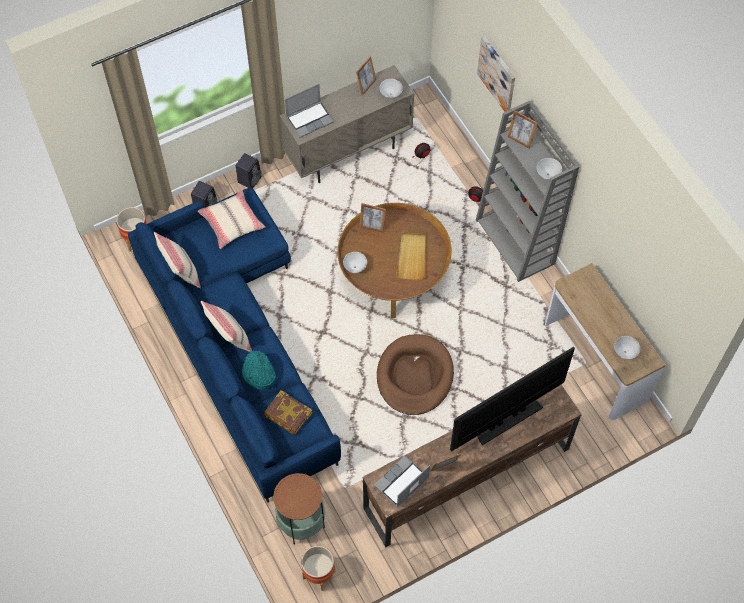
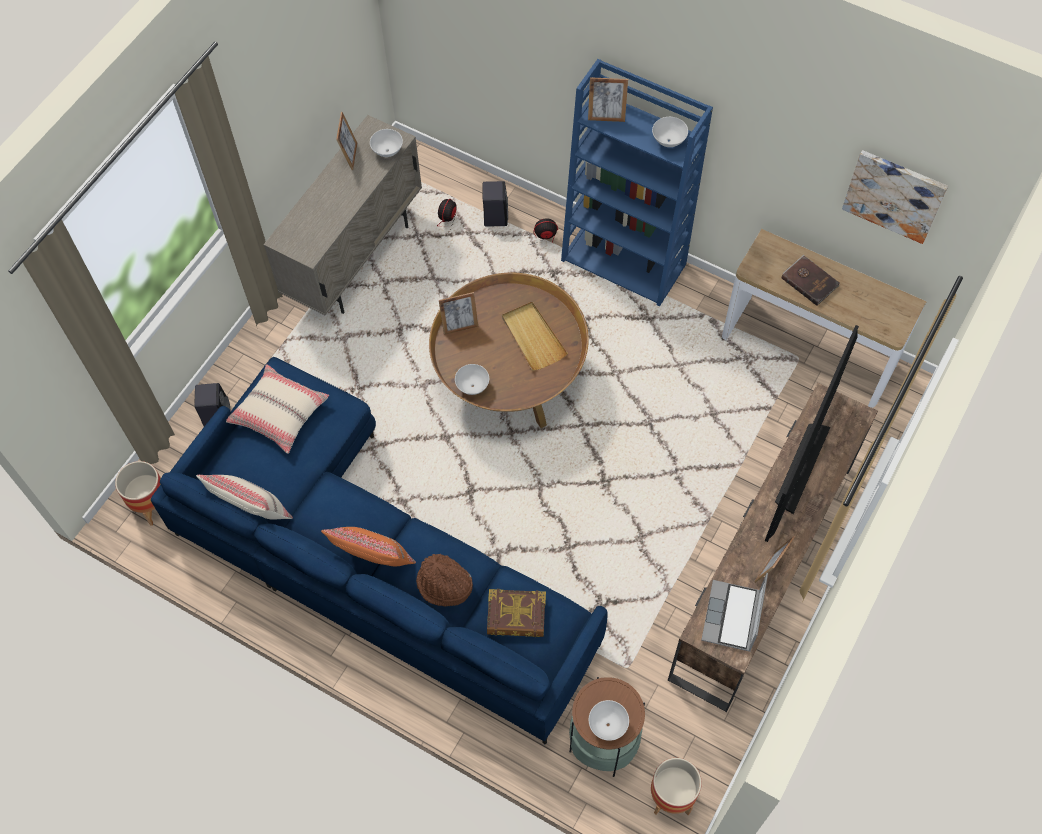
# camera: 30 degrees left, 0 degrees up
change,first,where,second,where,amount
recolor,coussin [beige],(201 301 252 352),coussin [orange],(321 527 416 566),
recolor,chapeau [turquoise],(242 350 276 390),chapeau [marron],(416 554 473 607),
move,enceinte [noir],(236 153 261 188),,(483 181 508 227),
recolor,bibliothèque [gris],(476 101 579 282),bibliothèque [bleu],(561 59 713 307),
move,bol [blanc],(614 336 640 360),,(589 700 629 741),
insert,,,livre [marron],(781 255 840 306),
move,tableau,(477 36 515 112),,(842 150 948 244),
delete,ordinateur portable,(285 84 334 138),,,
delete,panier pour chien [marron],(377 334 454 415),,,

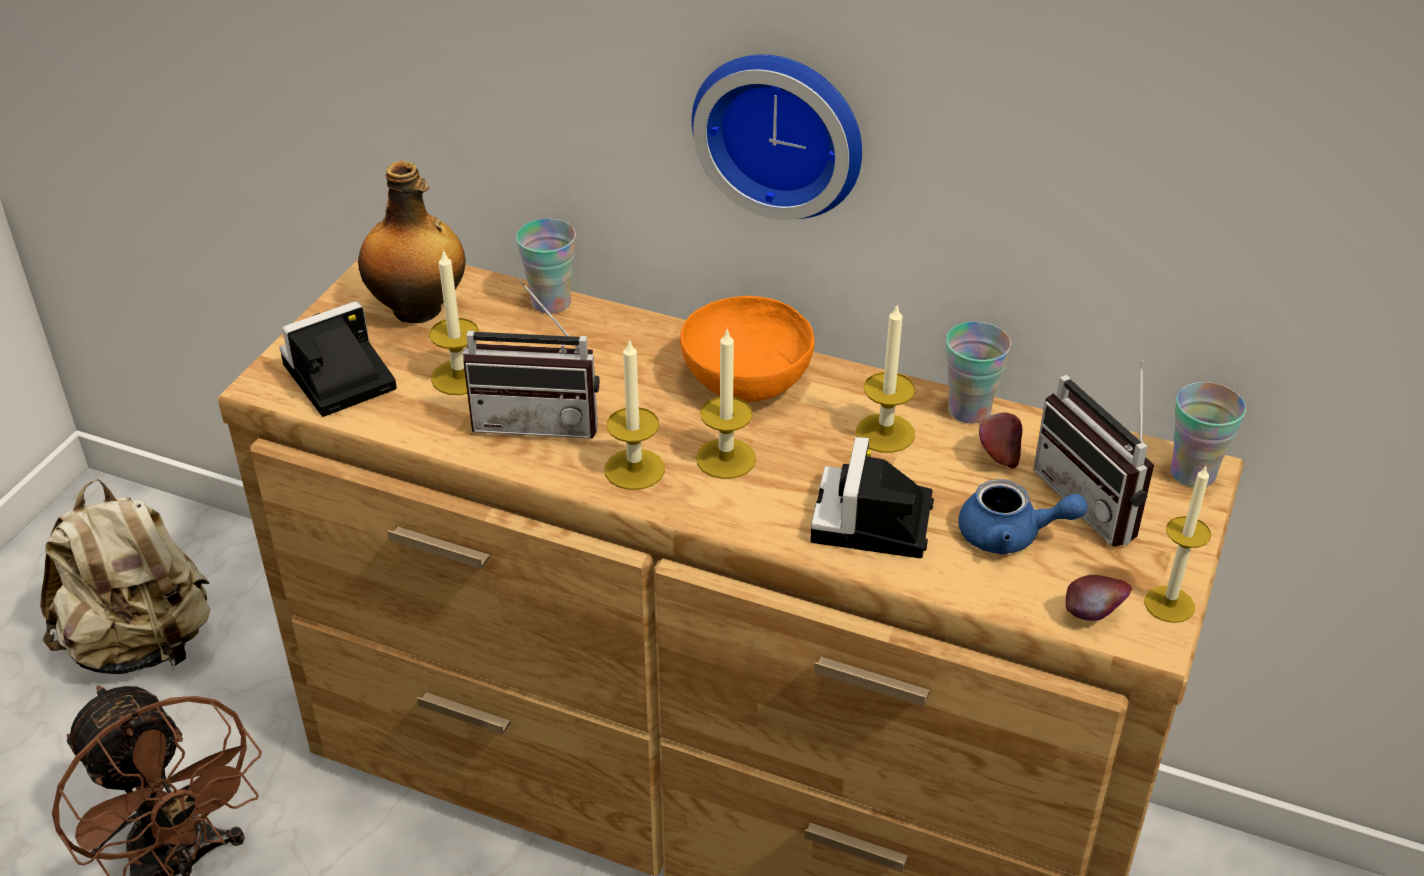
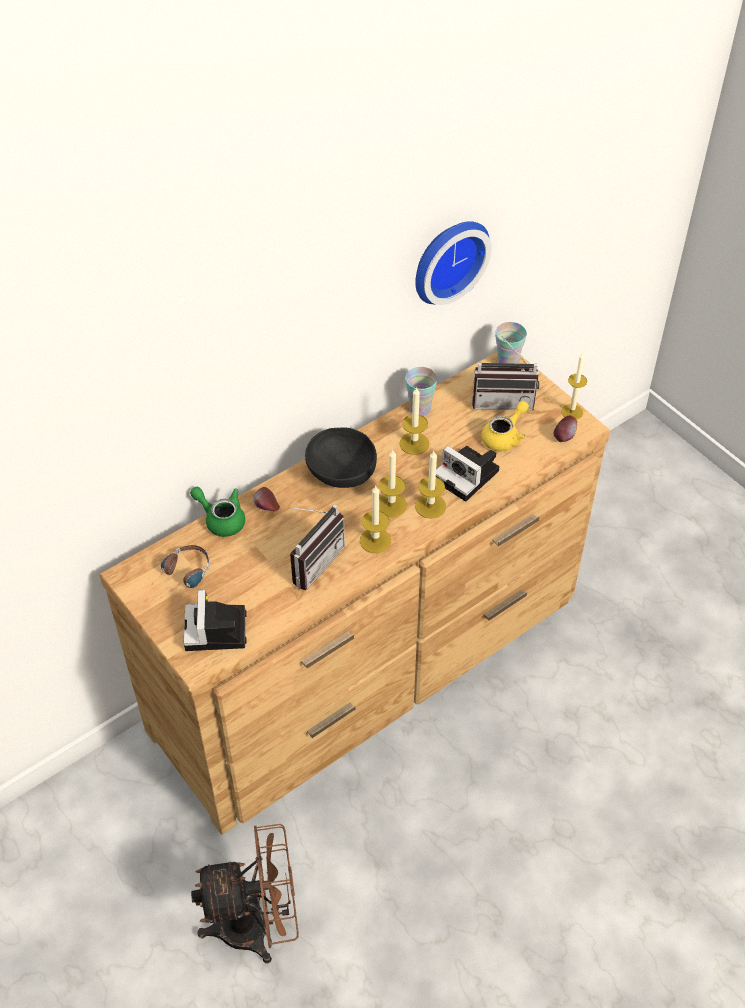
# camera: 60 degrees left, 10 degrees up
change,first,where,second,where,amount
replace,bouteille,(358 161 465 323),casque audio,(153 545 210 588),
replace,tasse,(516 219 576 314),théière [vert],(190 487 245 537),
move,pomme,(979 412 1022 469),,(253 487 280 511),
recolor,bol [orange],(680 296 815 402),bol [noir],(305 428 377 488),
move,horloge murale,(692 55 862 220),,(415 221 492 305),
move,bougie,(429 249 479 395),,(415 451 446 519),
recolor,théière [bleu],(958 479 1088 555),théière [jaune],(481 401 529 451),
delete,sac à dos [beige],(40 478 210 674),,,

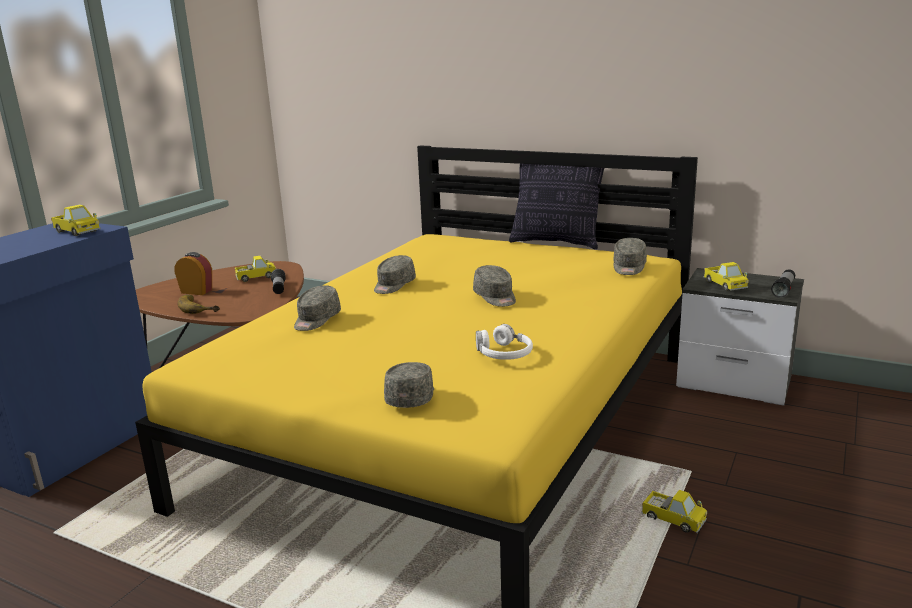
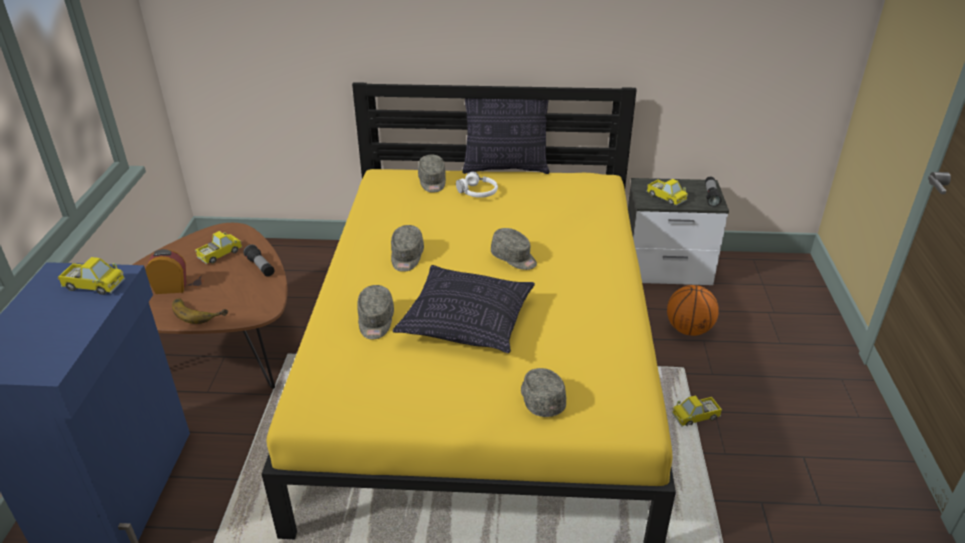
# camera: 25 degrees left, 15 degrees up
change,first,where,second,where,amount
insert,,,coussin,(393 265 535 353),
move,casquette [gris],(614 238 647 275),,(418 155 446 193),
move,casque audio [blanc],(476 324 533 360),,(456 171 498 198),
insert,,,ballon de basket,(667 285 719 336),
rotate,camion jouet,(641 490 707 533),,(672 395 722 427),150 degrees clockwise

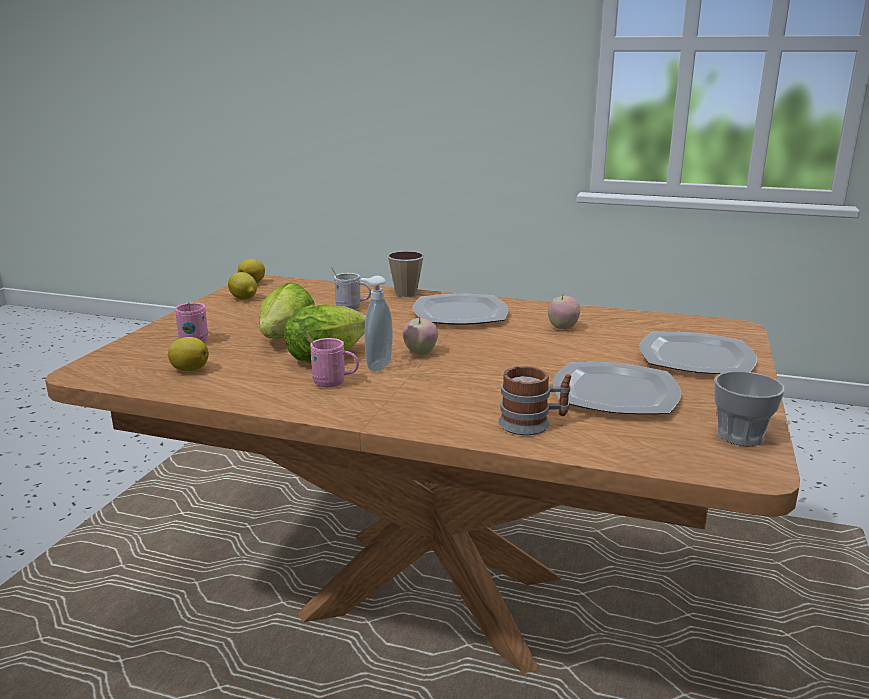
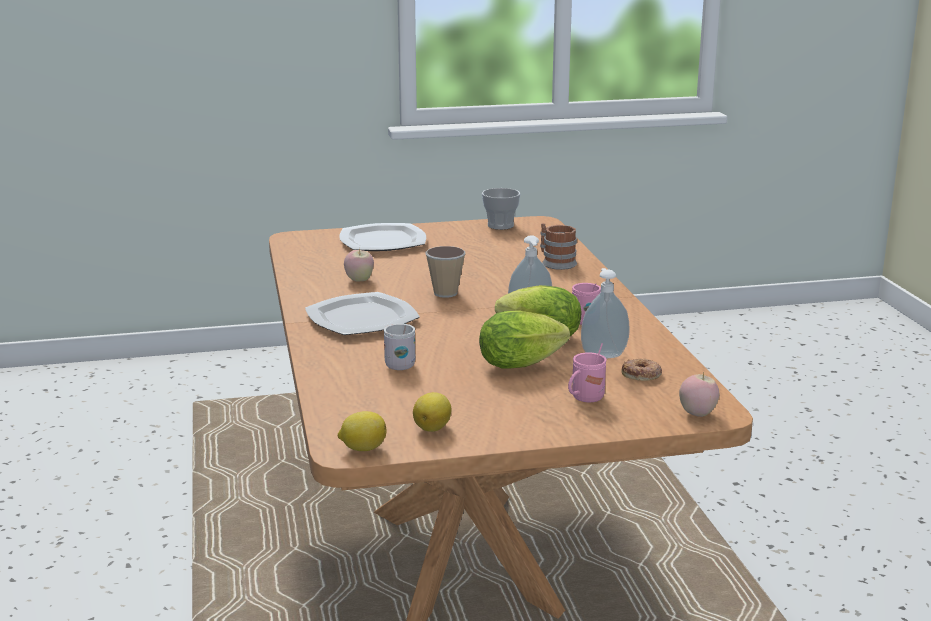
# camera: 120 degrees left, 0 degrees up
change,first,where,second,where,amount
move,tasse,(388 251 424 297),,(426 246 465 298),
insert,,,distributeur de savon,(581 268 630 359),
replace,citron,(168 337 209 372),beignet,(622 358 662 381),
move,pomme,(403 315 438 355),,(679 372 719 417),
delete,assiette,(553 362 681 414),,,

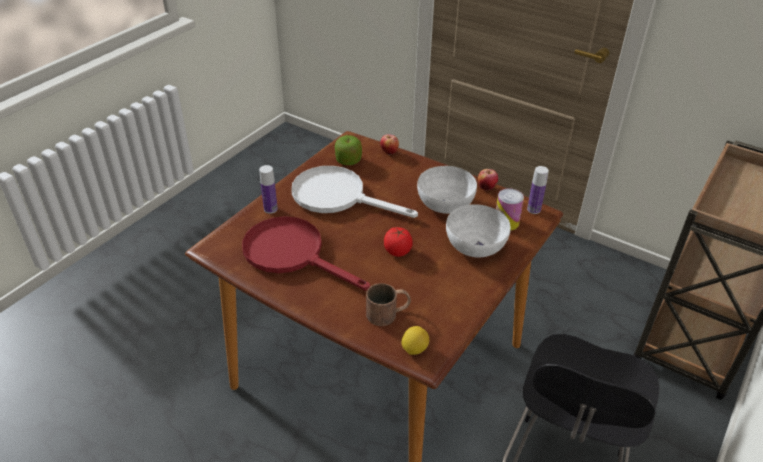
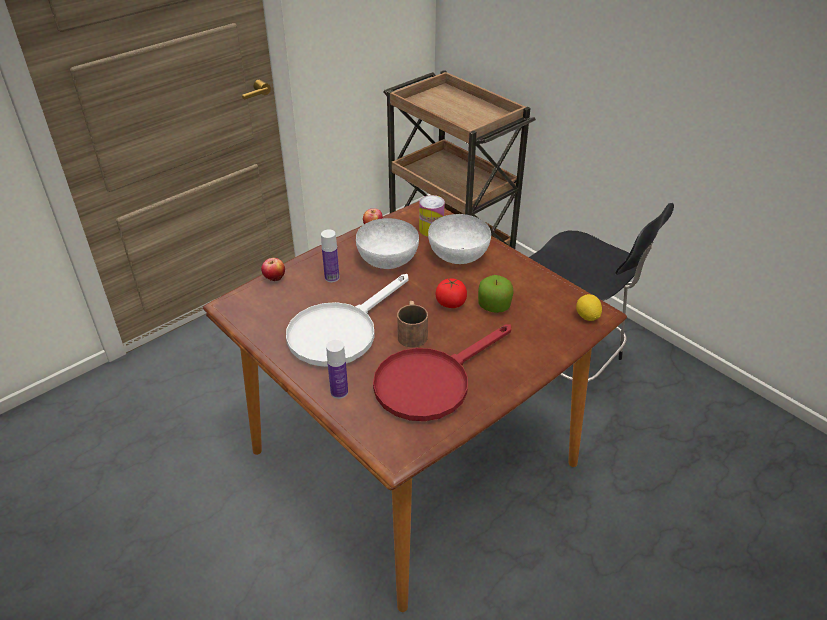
# camera: 75 degrees left, 0 degrees up
change,first,where,second,where,amount
move,bouteille,(527 166 549 214),,(321 229 340 282),
move,mug [marron],(366 283 411 326),,(397 301 428 348),
move,pomme,(335 135 362 165),,(478 275 513 313),

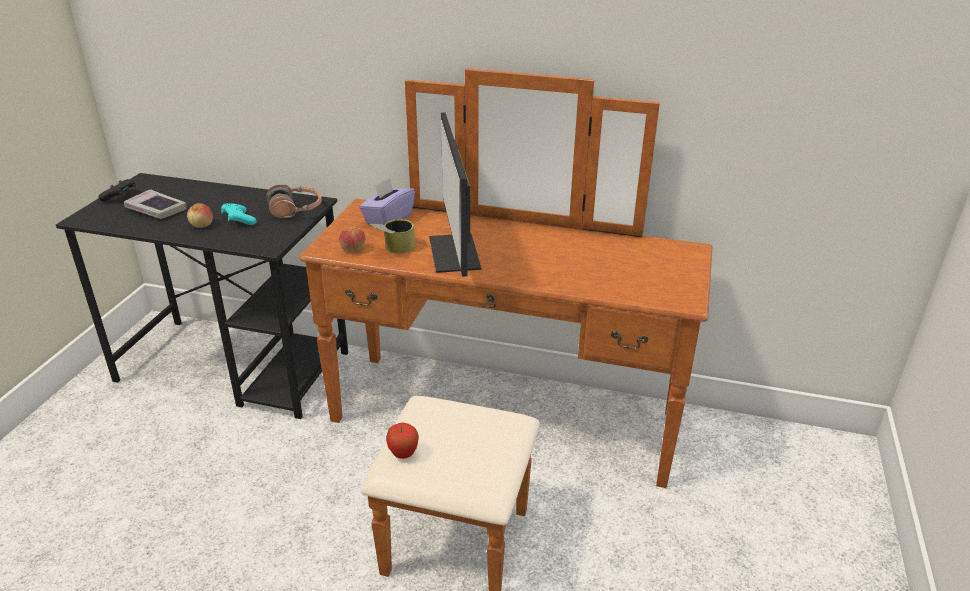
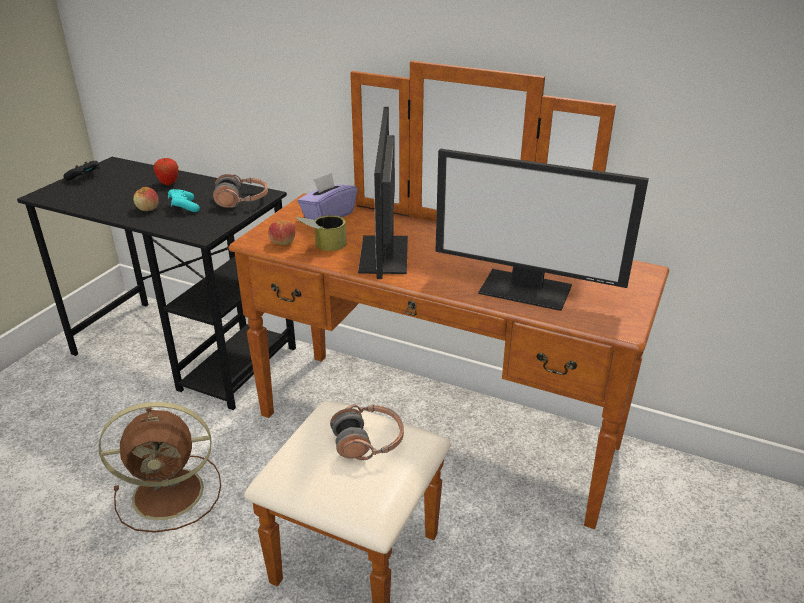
# camera: 10 degrees right, 0 degrees up
change,first,where,second,where,amount
insert,,,ventilateur [marron],(99 402 221 533),
move,pomme,(386 423 419 459),,(153 158 178 186),
insert,,,casque audio,(330 404 404 460),
insert,,,écran d'ordinateur,(435 149 649 311),
delete,livre,(124 189 187 219),,,

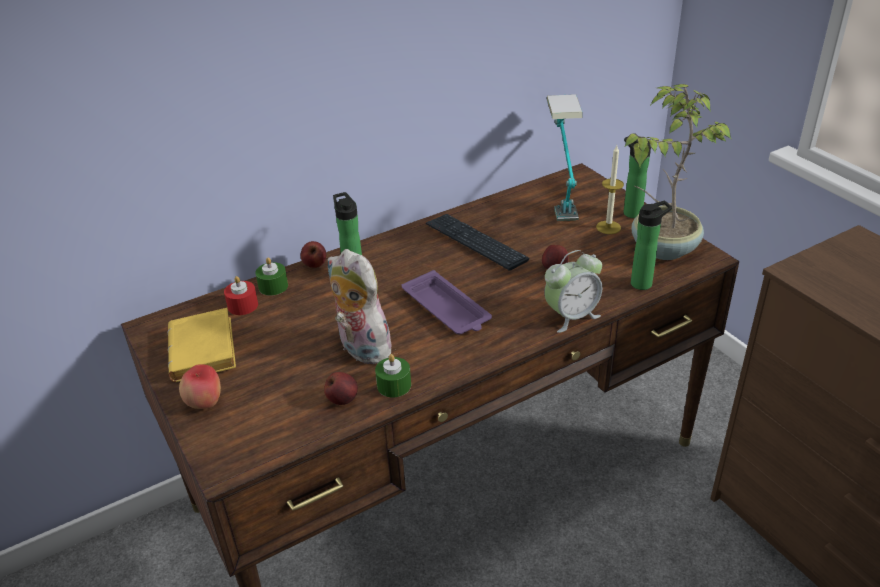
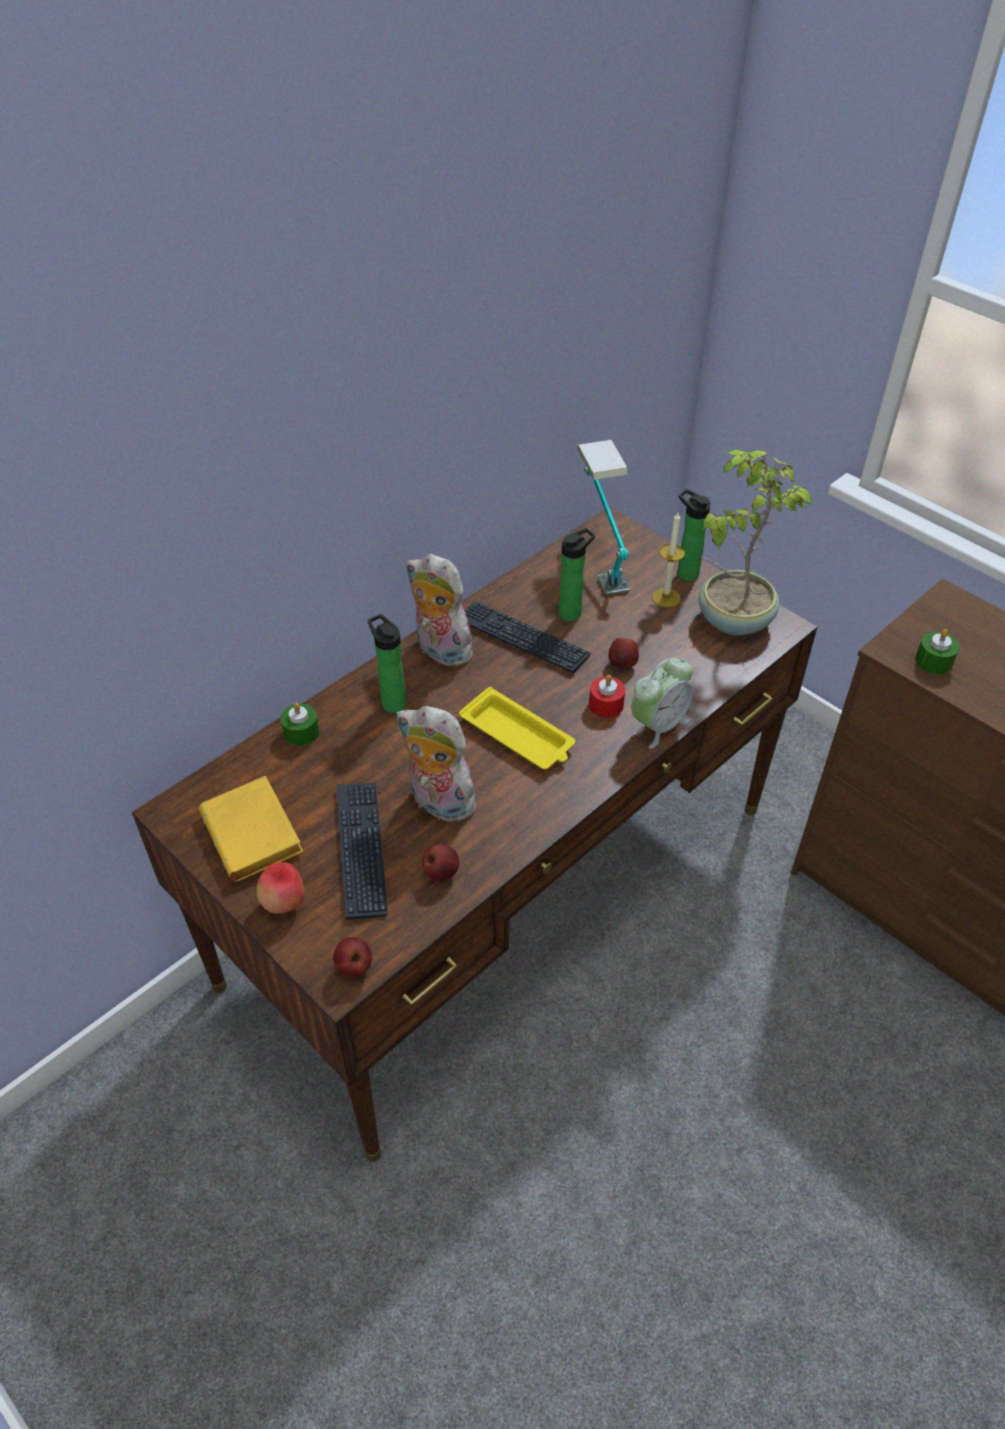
# camera: 15 degrees left, 10 degrees up
change,first,where,second,where,amount
move,pomme,(301 241 326 268),,(333 937 372 976),
insert,,,clavier,(336 782 388 920),
insert,,,peluche,(406 554 478 666),
recolor,plateau [violet],(402 270 492 334),plateau [jaune],(459 687 575 769),
move,bouteille,(631 201 672 290),,(559 528 595 621),
move,bougie [rouge],(224 276 258 315),,(589 675 625 718),
move,bougie [vert],(375 354 411 397),,(915 629 959 674),

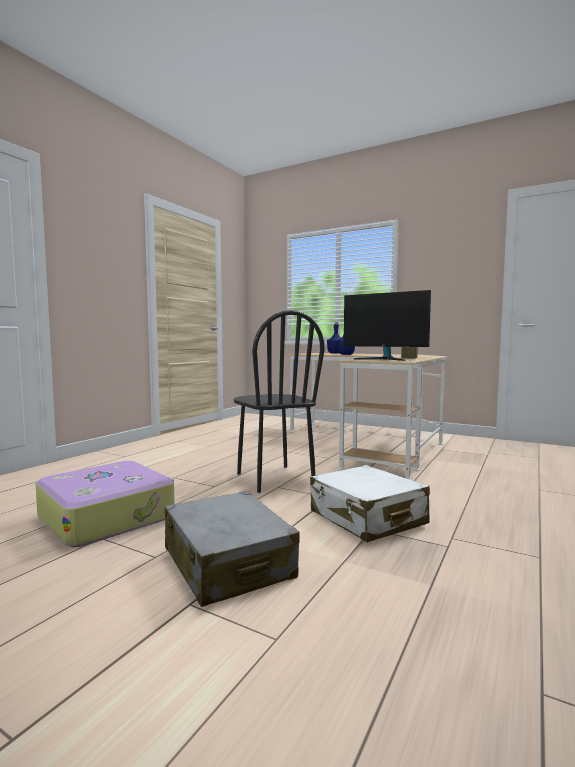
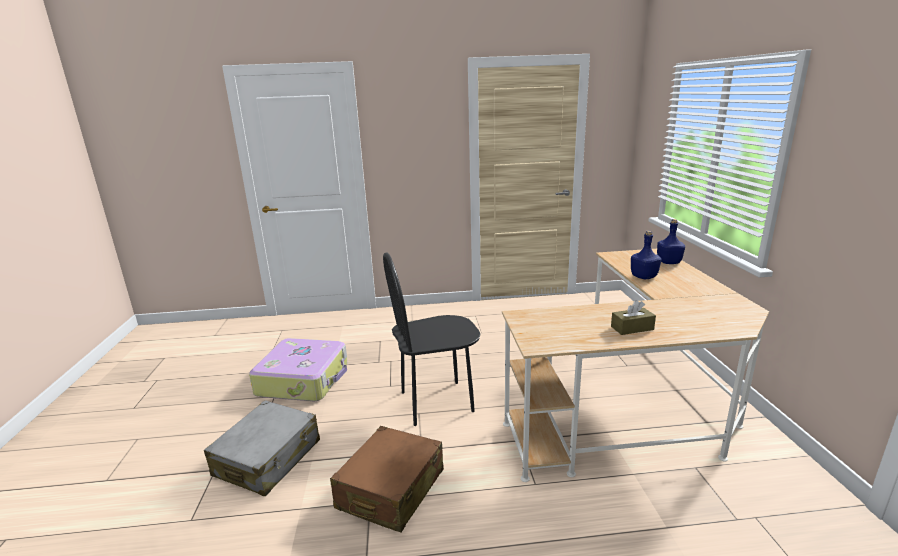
# camera: 55 degrees right, 15 degrees up
change,first,where,second,where,amount
recolor,valise [blanc],(310 465 430 542),valise [marron],(330 426 444 533),
rotate,chaise [noir],(233 310 324 493),,(383 252 480 426),45 degrees clockwise
delete,écran d'ordinateur,(343 290 431 361),,,

